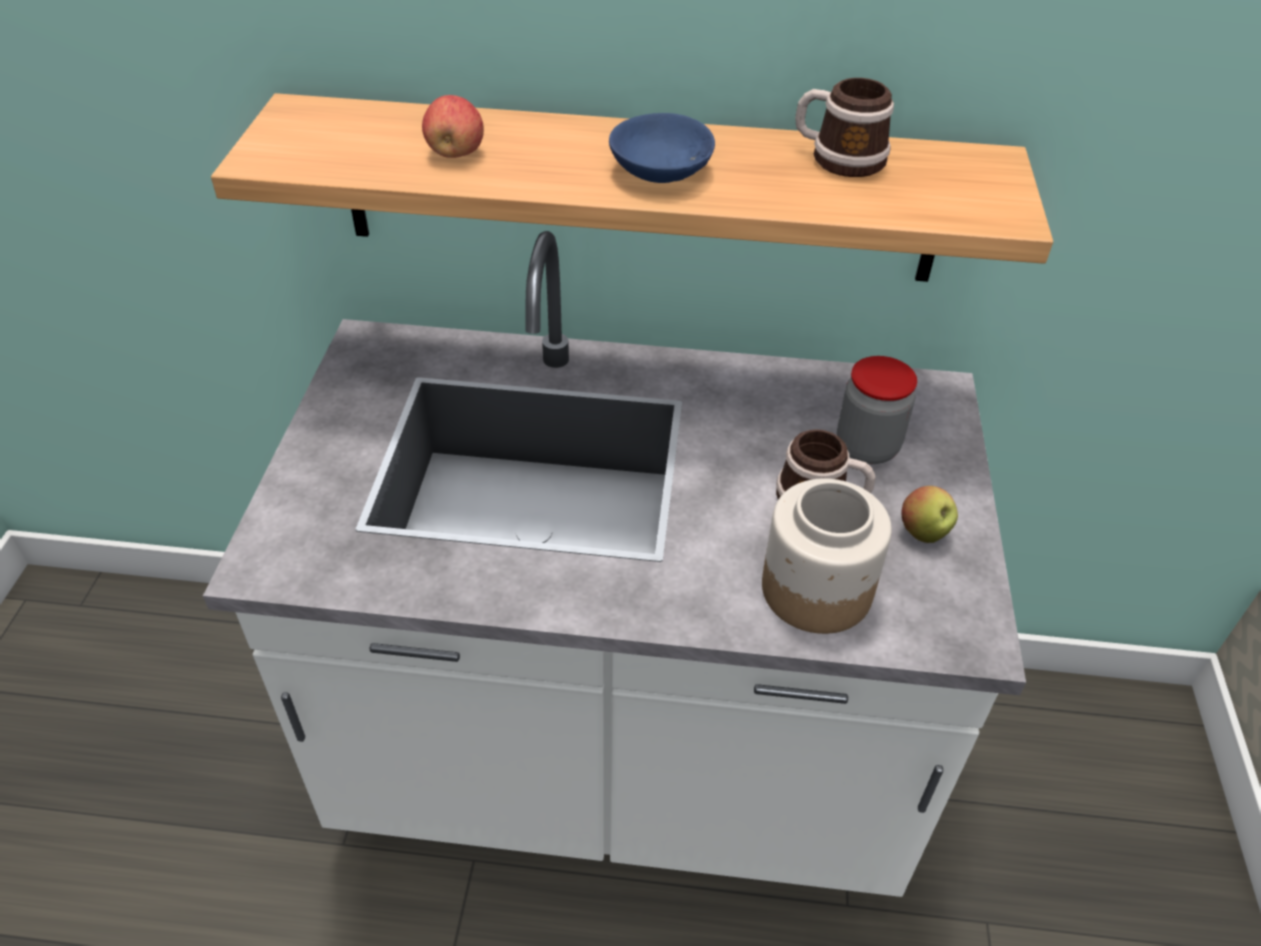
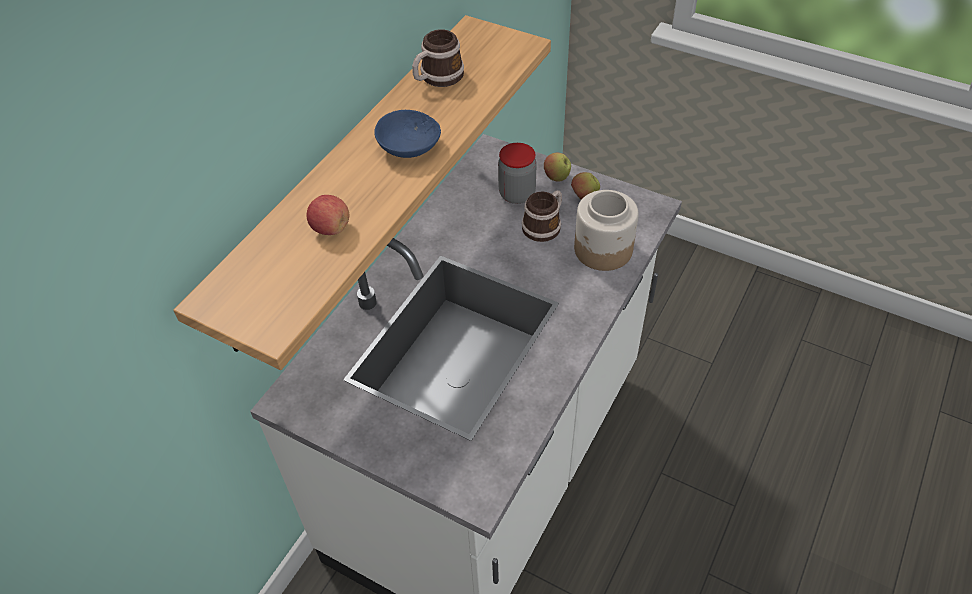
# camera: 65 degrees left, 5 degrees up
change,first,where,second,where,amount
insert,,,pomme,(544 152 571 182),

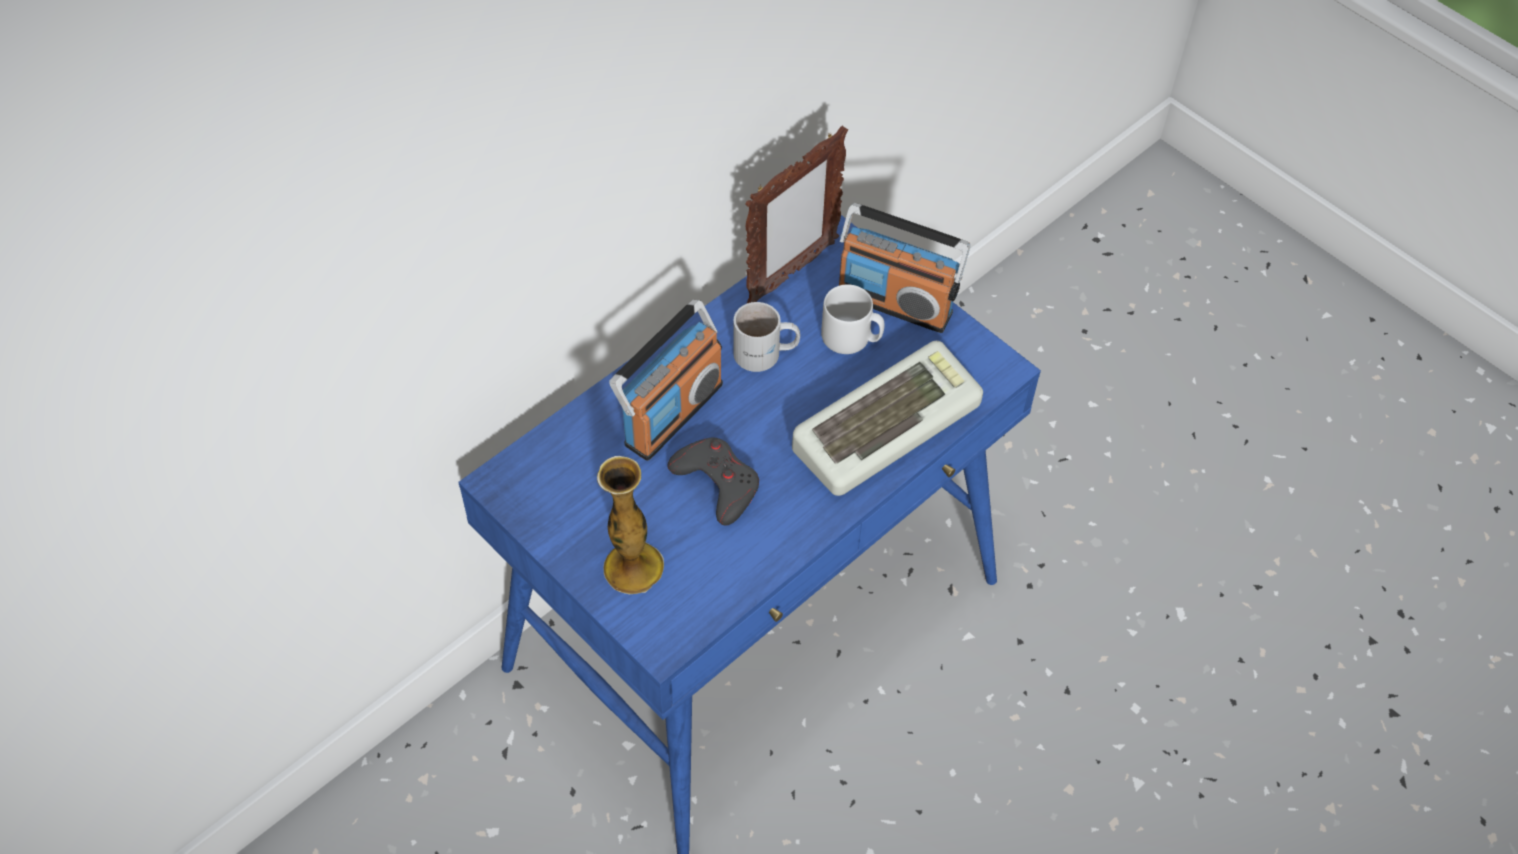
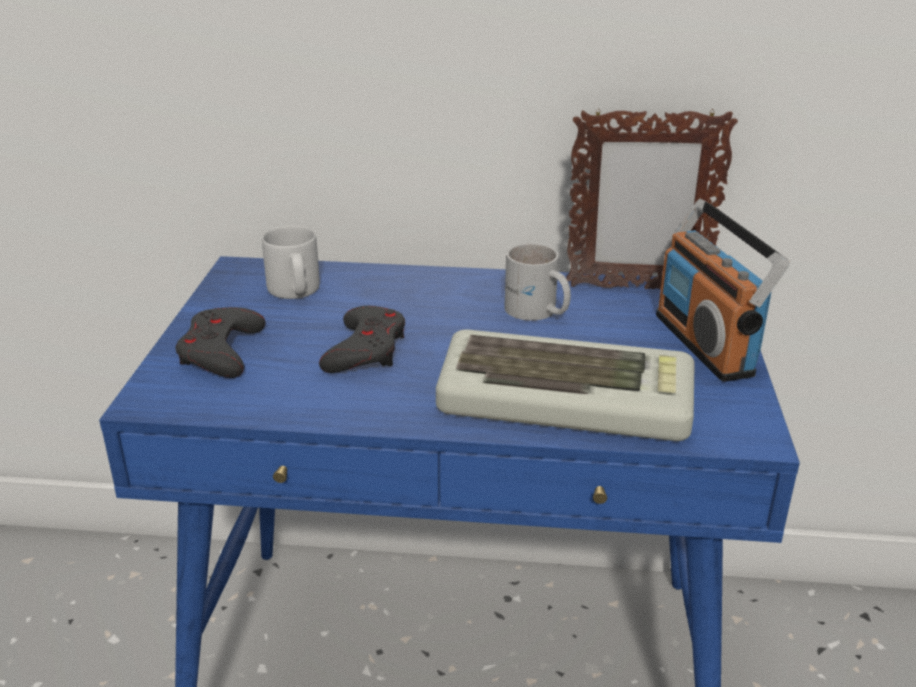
# camera: 50 degrees right, 25 degrees down
change,first,where,second,where,amount
replace,vase,(597 456 664 594),manette [gris],(176 307 266 378),
move,mug [gris],(821 284 885 354),,(262 225 320 299),
delete,radio,(609 299 723 461),,,

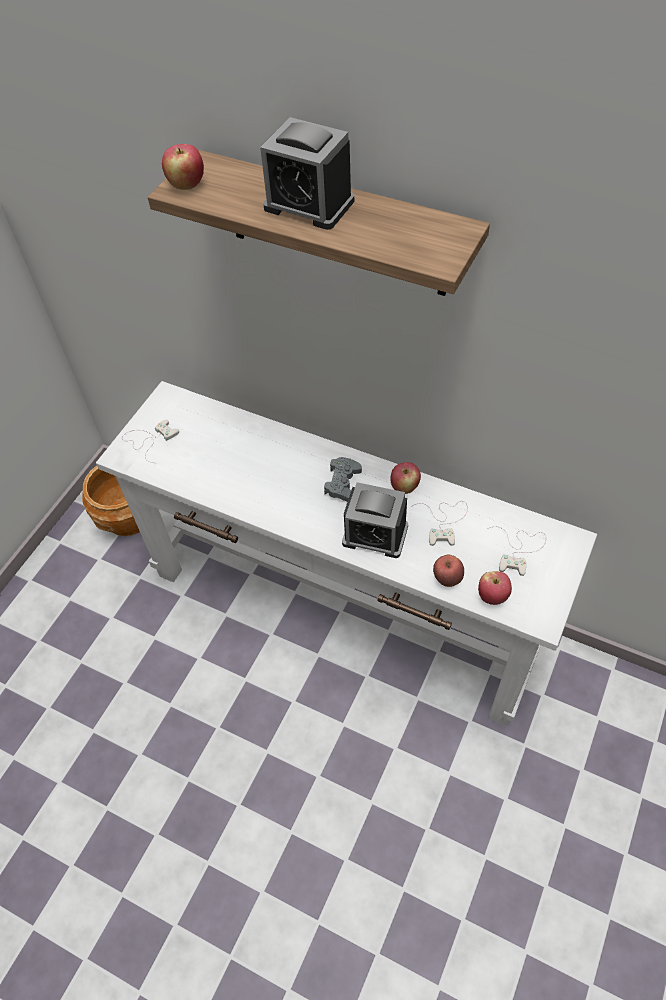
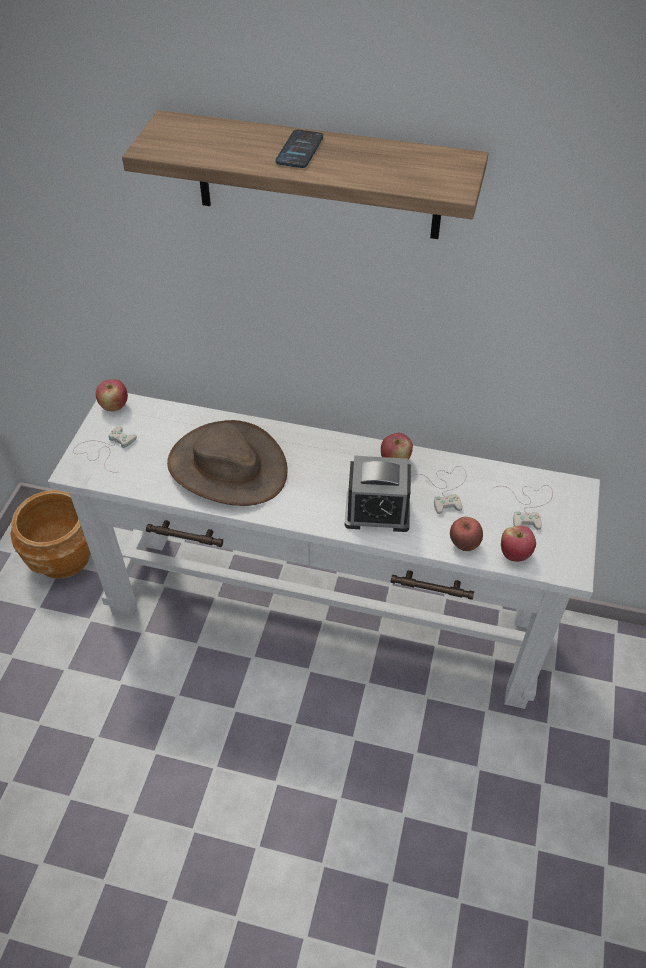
# camera: 15 degrees left, 5 degrees down
change,first,where,second,where,amount
move,pomme,(162 144 204 190),,(96 379 128 412),
insert,,,chapeau [marron],(167 420 288 506),
replace,réveil,(260 117 354 230),téléphone,(276 130 323 168),
delete,manette [gris],(324 457 362 502),,,

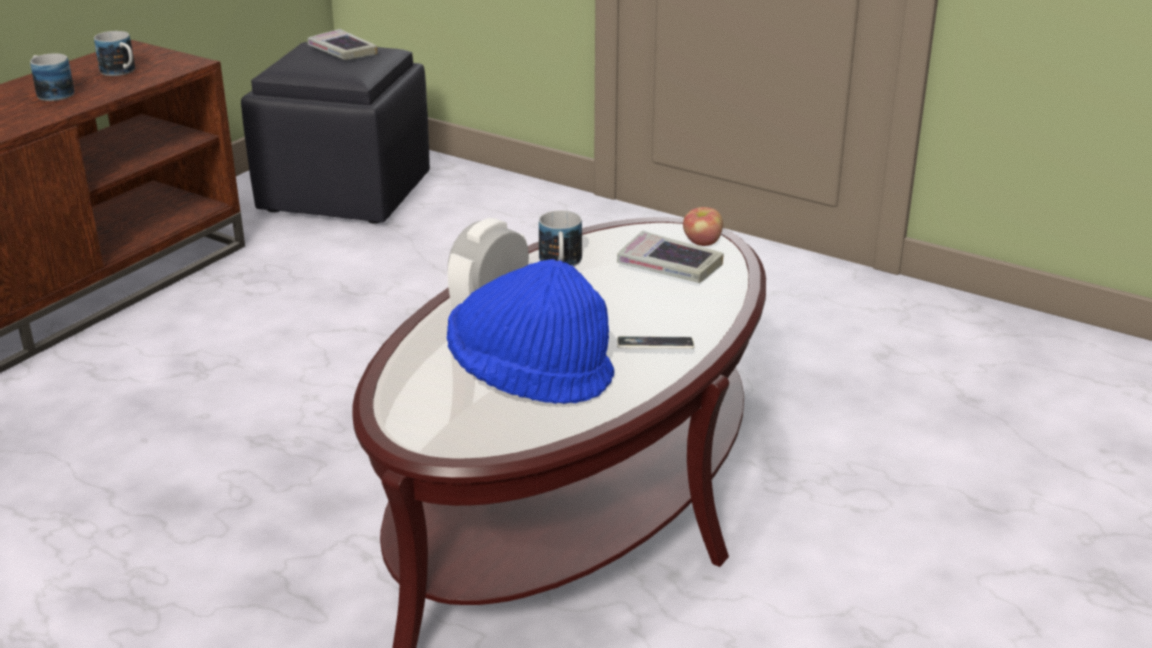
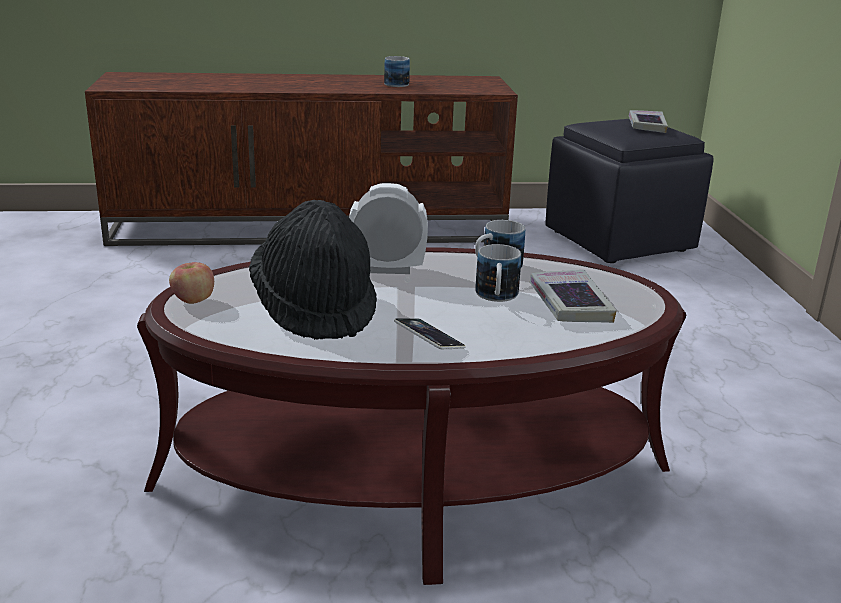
# camera: 50 degrees right, 5 degrees down
change,first,where,second,where,amount
move,pomme,(683 207 723 246),,(169 262 214 304),
recolor,chapeau [bleu],(447 259 614 404),chapeau [noir],(249 200 377 340),
move,mug,(94 31 135 76),,(475 244 521 302),

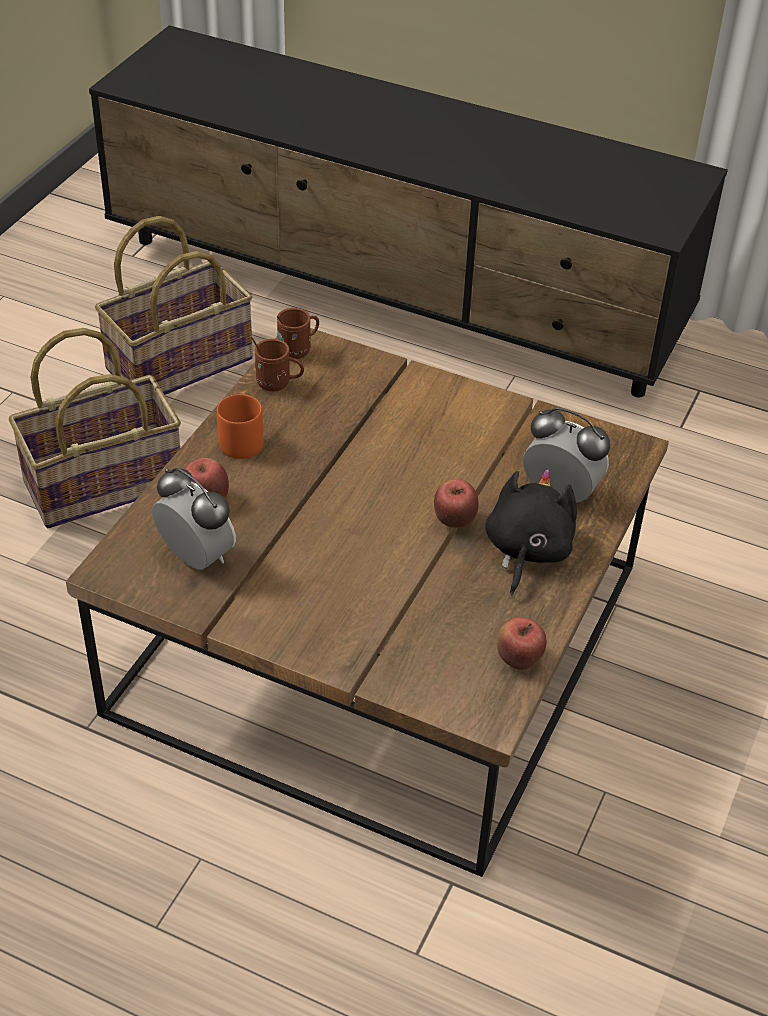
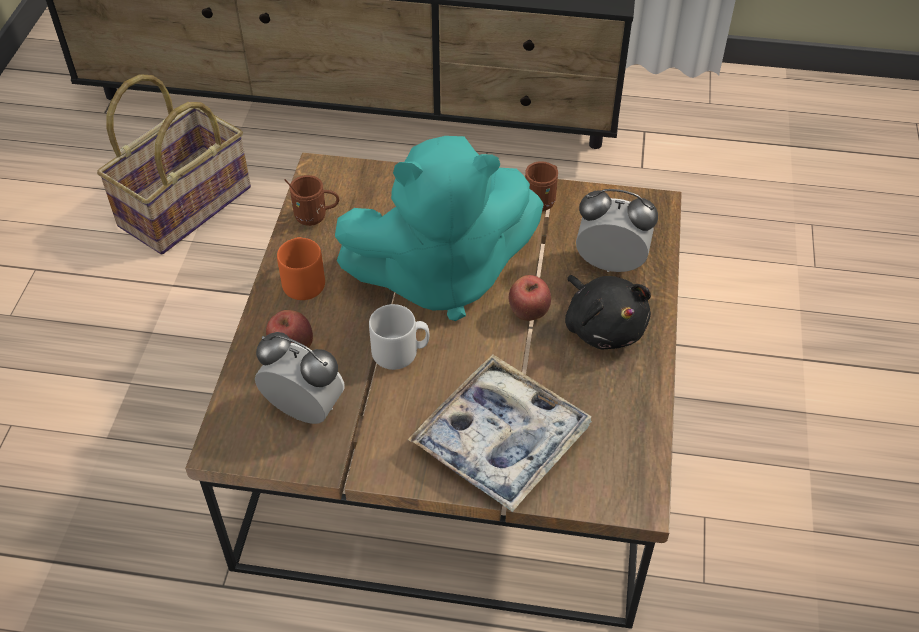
# camera: 15 degrees left, 5 degrees up
change,first,where,second,where,amount
insert,,,peluche [turquoise],(335 136 544 321),
insert,,,mug [gris],(369 304 429 370),
insert,,,plateau,(408 355 592 512),
move,mug [marron],(277 308 319 359),,(525 161 558 211),
rotate,peluche [noir],(485 469 577 595),,(565 275 651 349),150 degrees clockwise
delete,panier,(9 328 181 528),,,
delete,pomme,(497 617 547 670),,,

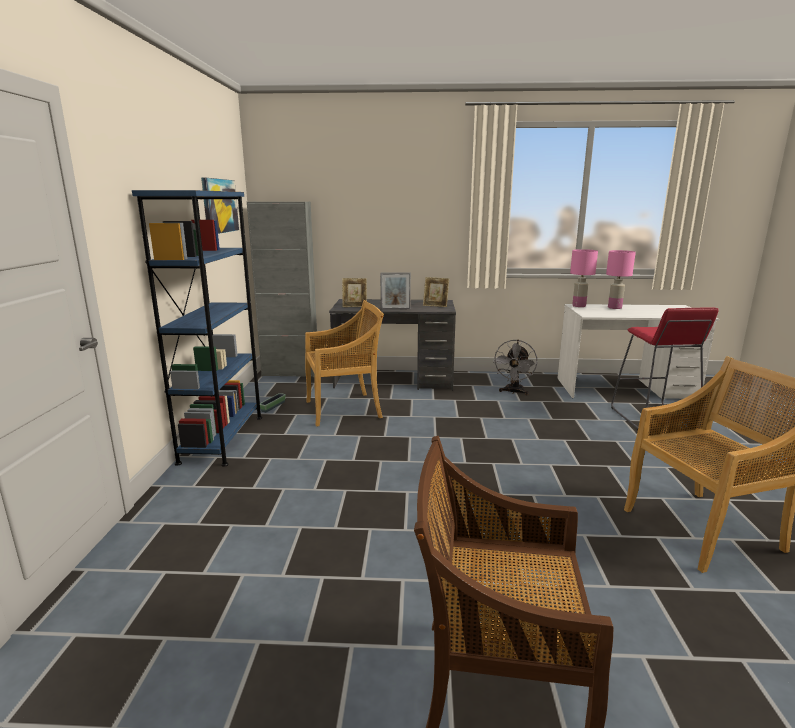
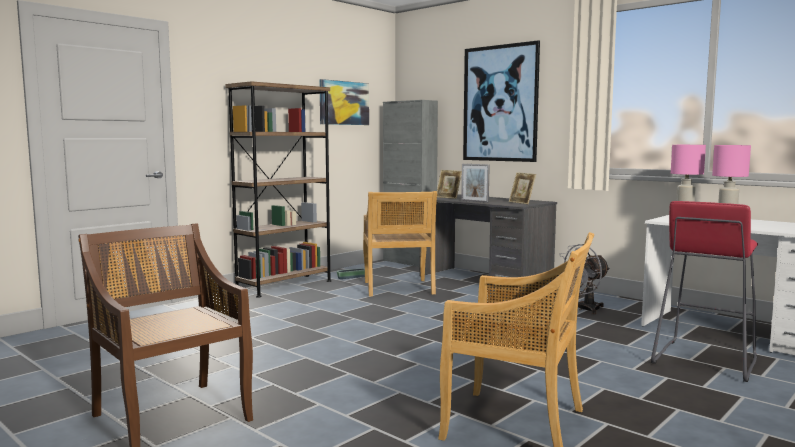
# camera: 40 degrees right, 10 degrees down
change,first,where,second,where,amount
recolor,bibliothèque [bleu],(132 190 262 467),bibliothèque [marron],(225 81 331 298),
rotate,chaise [beige],(305 300 384 427),,(363 191 437 296),60 degrees clockwise
insert,,,tableau,(463 40 540 162),

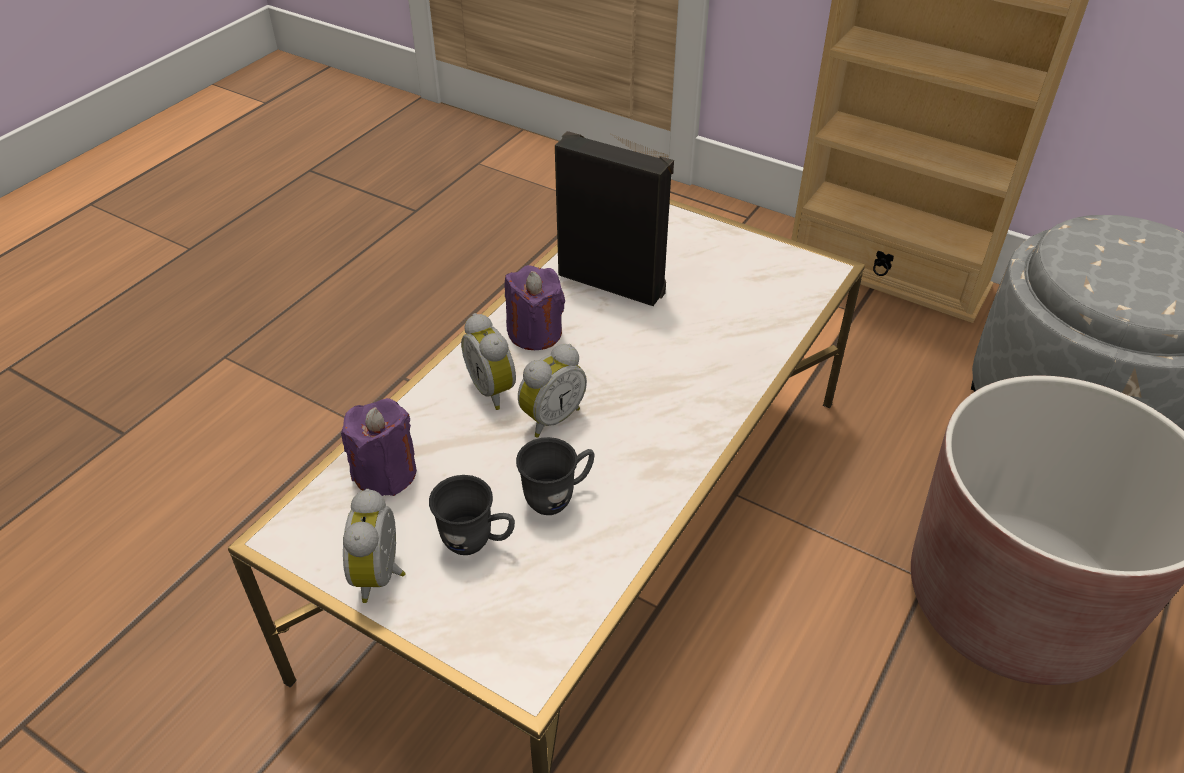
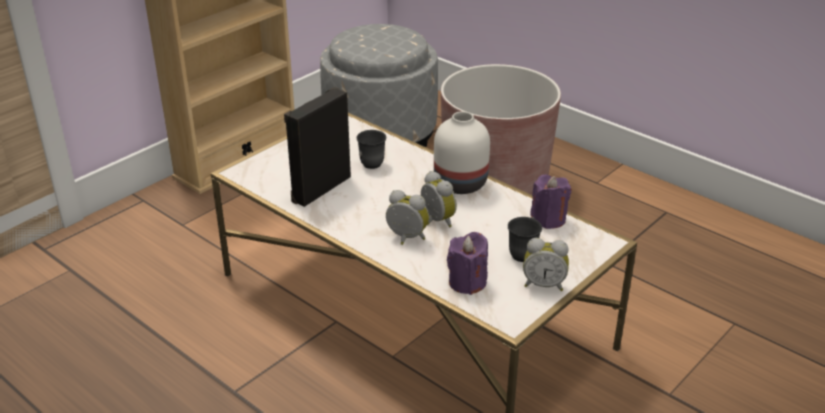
# camera: 80 degrees left, 10 degrees down
change,first,where,second,where,amount
move,mug [gris],(516 437 595 515),,(356 130 386 169),
rotate,réveil,(461 313 516 410),,(386 190 429 245),135 degrees counterclockwise
insert,,,vase [blanc],(434 111 490 194),
move,bougie [violet],(504 265 565 350),,(530 175 571 229),

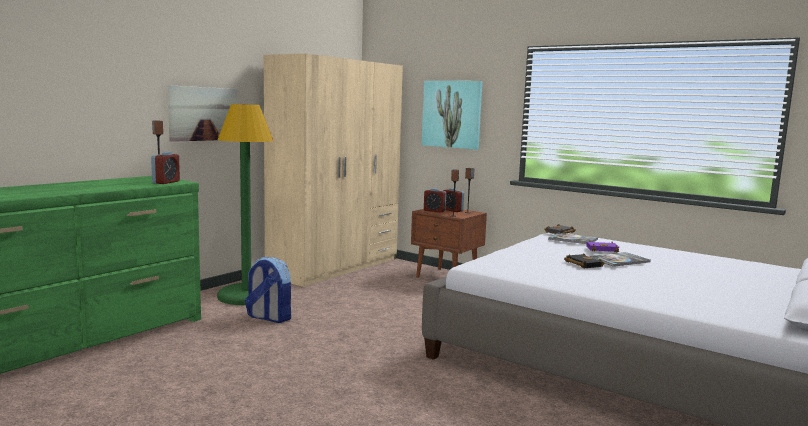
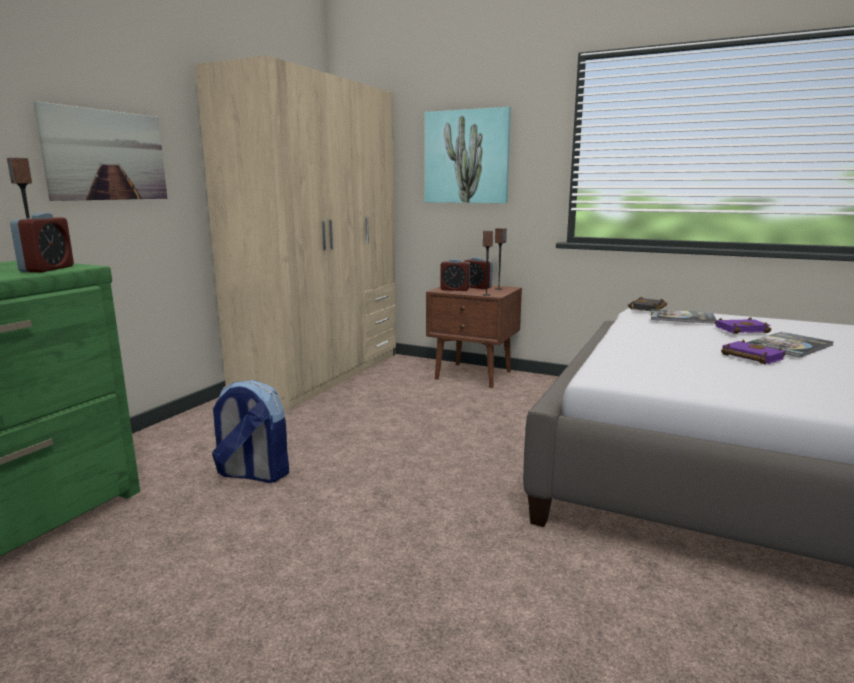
# camera: 10 degrees left, 5 degrees up
change,first,where,second,where,amount
recolor,livre [noir],(564 253 604 269),livre [violet],(721 340 786 364),
delete,lampadaire [vert],(217 104 273 305),,,

